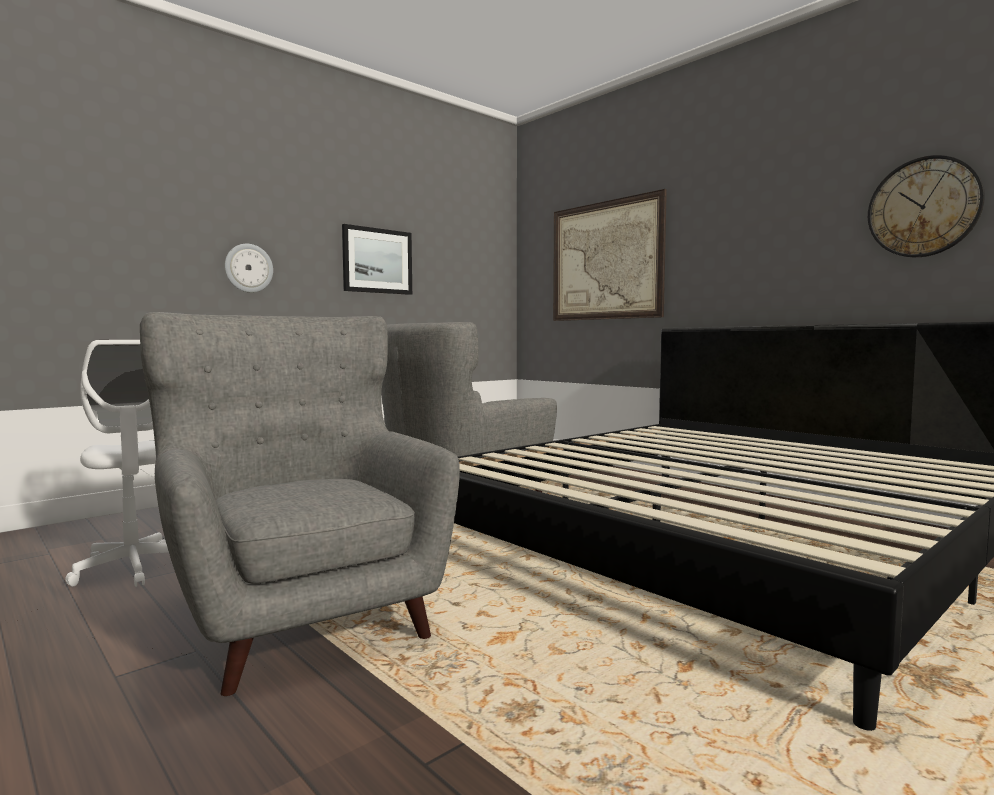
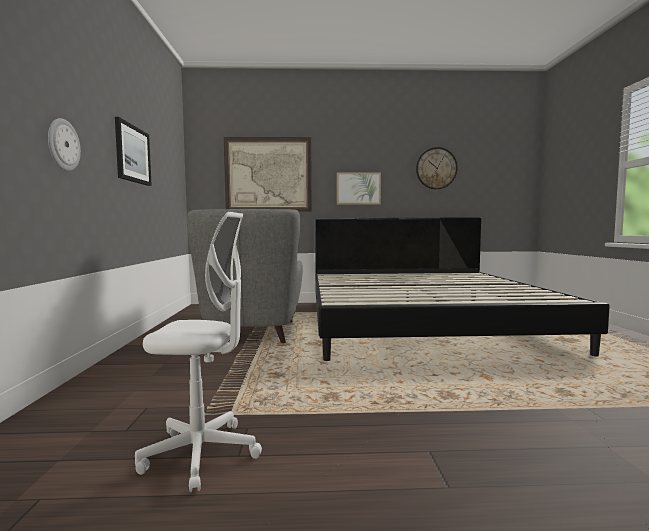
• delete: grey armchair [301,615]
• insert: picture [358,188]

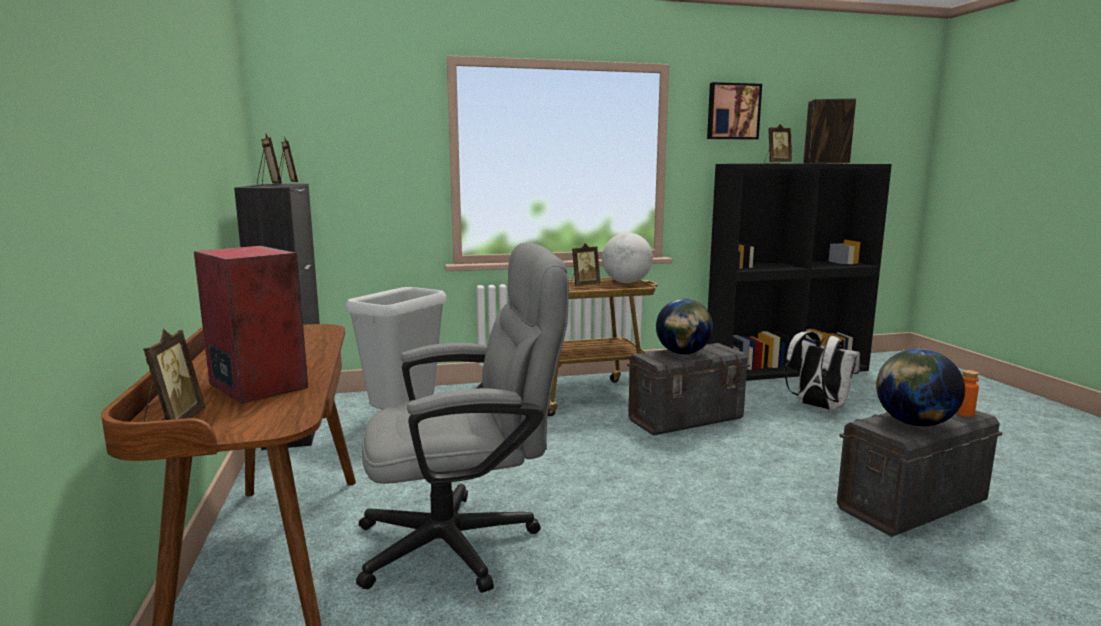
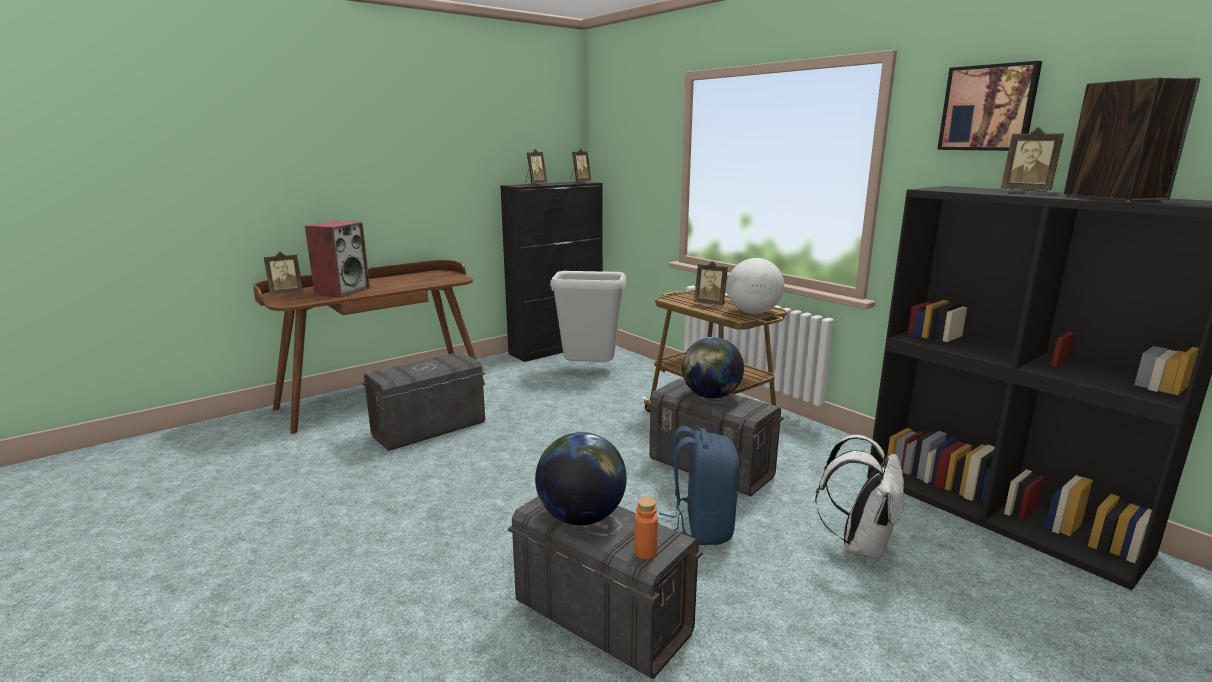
• replace: grey office chair [465,541] to grey storage box [428,429]
• insert: blue backpack [701,527]

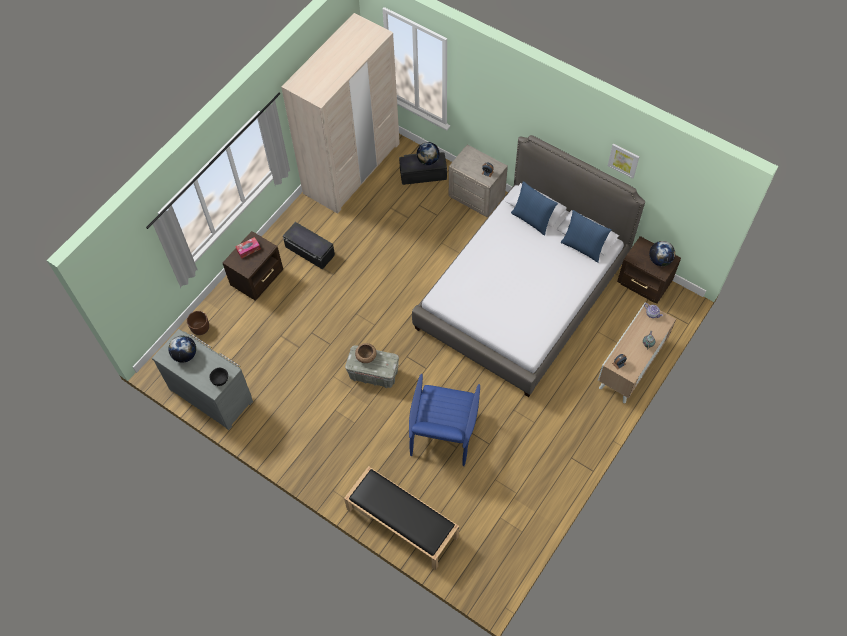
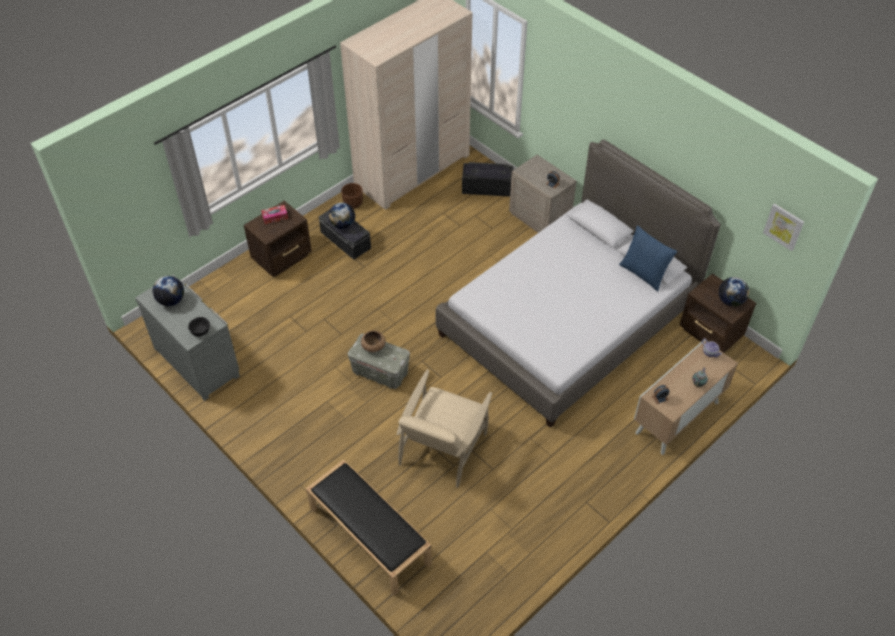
• move: globe [428,160] to [343,225]
• move: picture [623,160] to [783,226]
• delete: blue pillow [532,219]
• move: brown planter [200,328] to [353,203]
• recolor: blue armchair [443,431] to beige armchair [443,446]

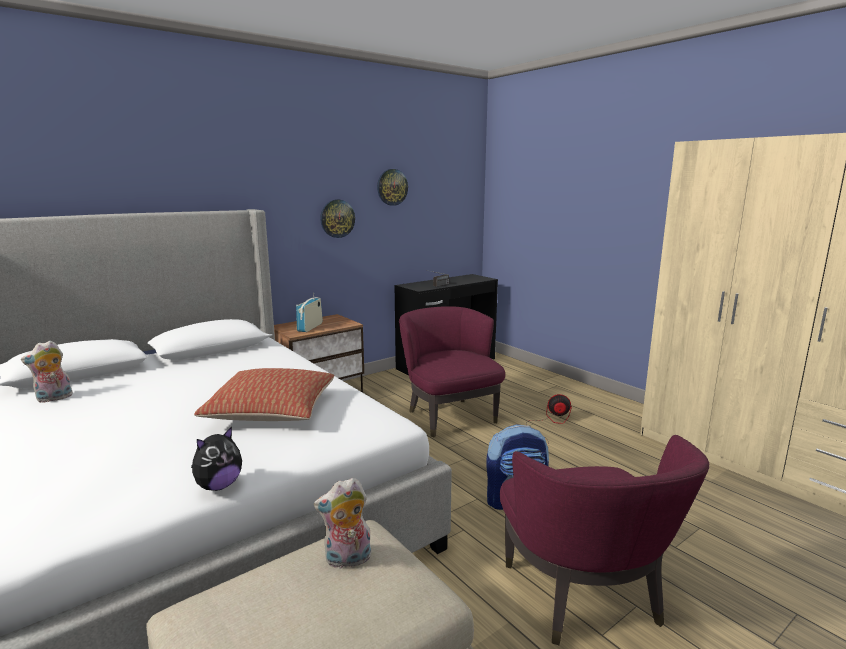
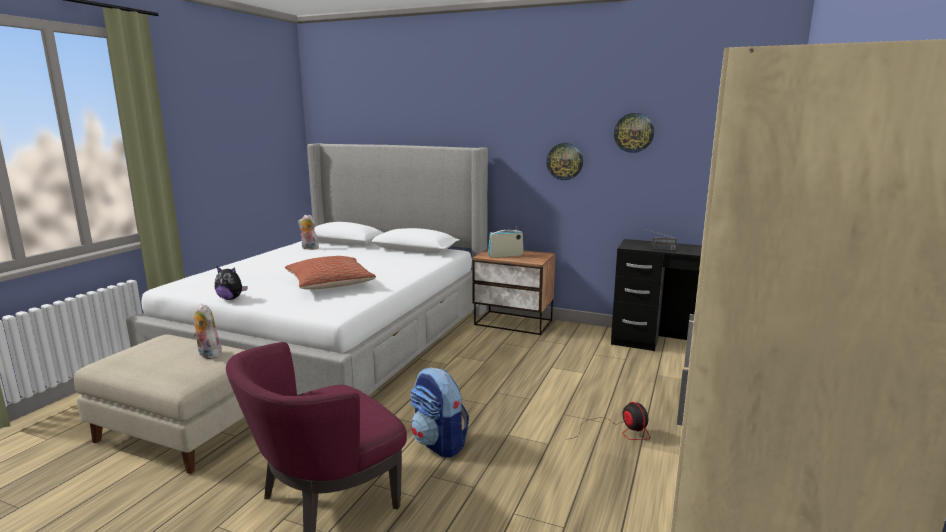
• delete: purple armchair [449,416]

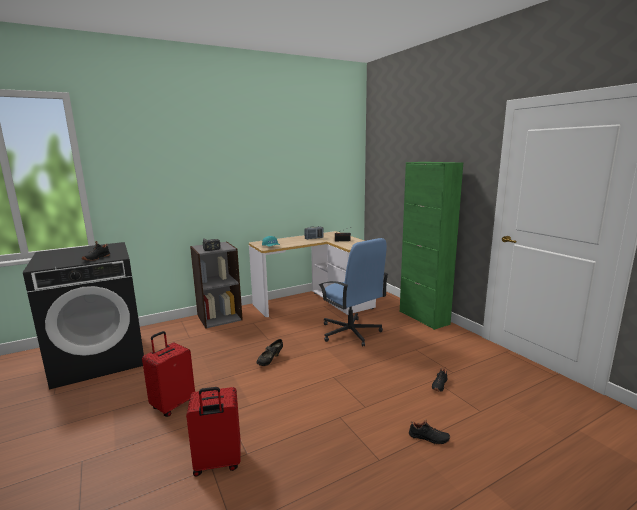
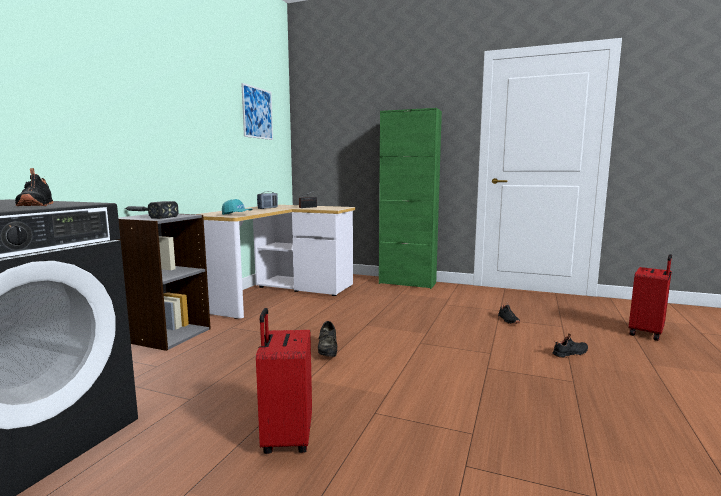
• delete: blue office chair [350,332]
• move: red suitcase [217,463] to [647,333]
• insert: picture [257,113]

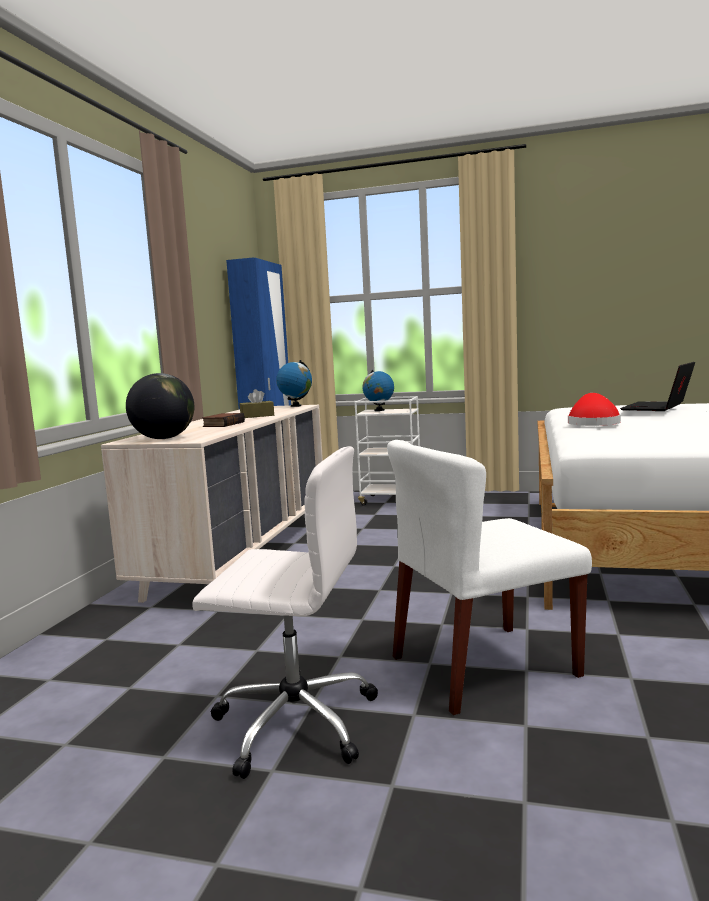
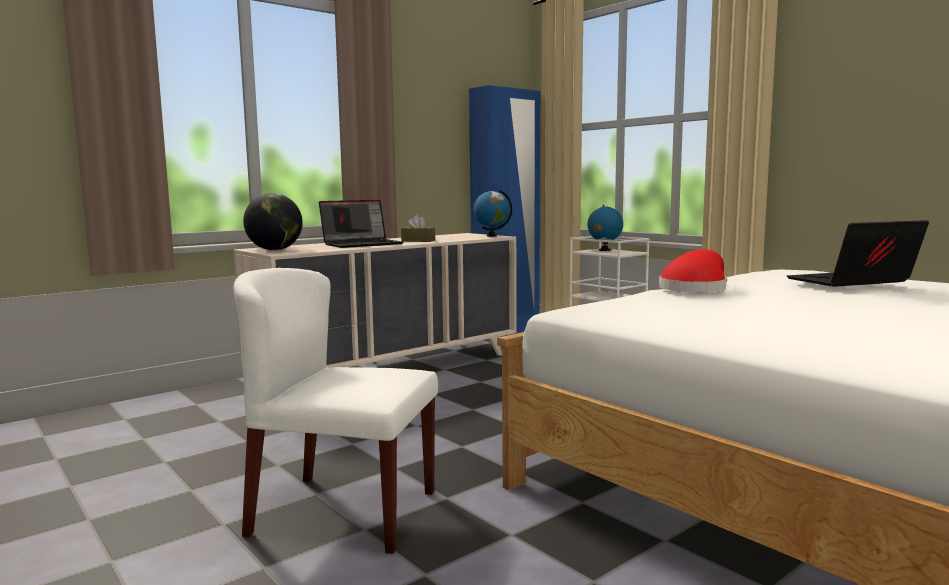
• replace: book [223,424] to laptop [362,244]
• delete: white office chair [293,722]

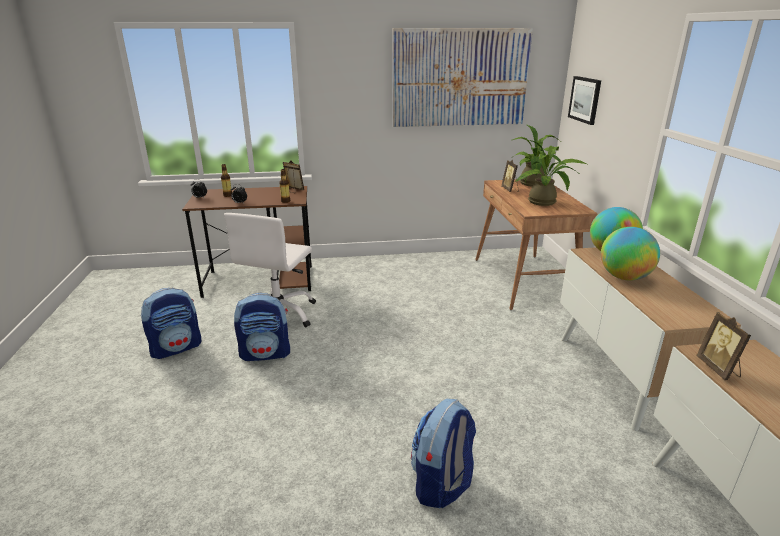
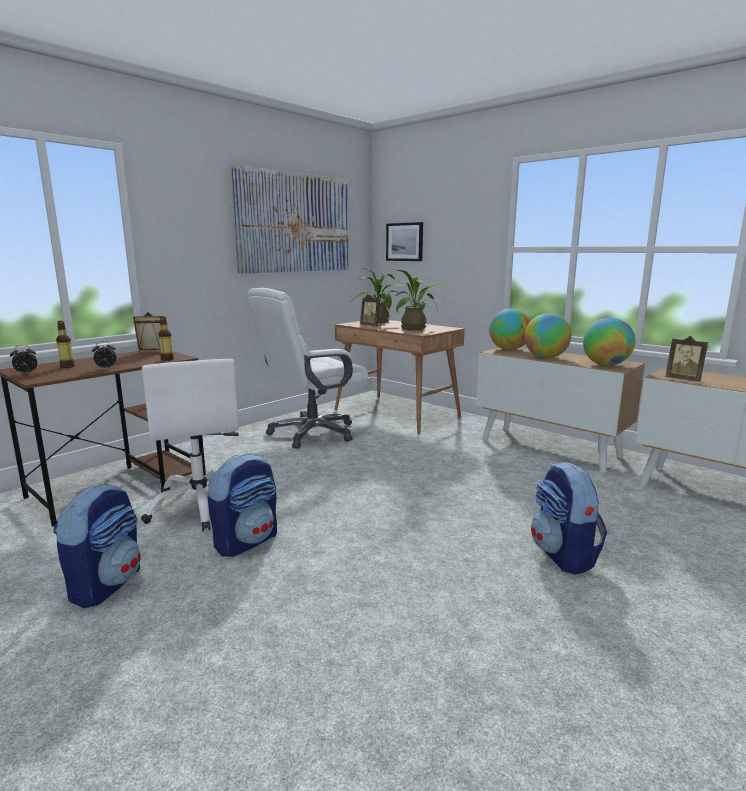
• insert: white office chair [312,433]
• insert: globe [605,365]

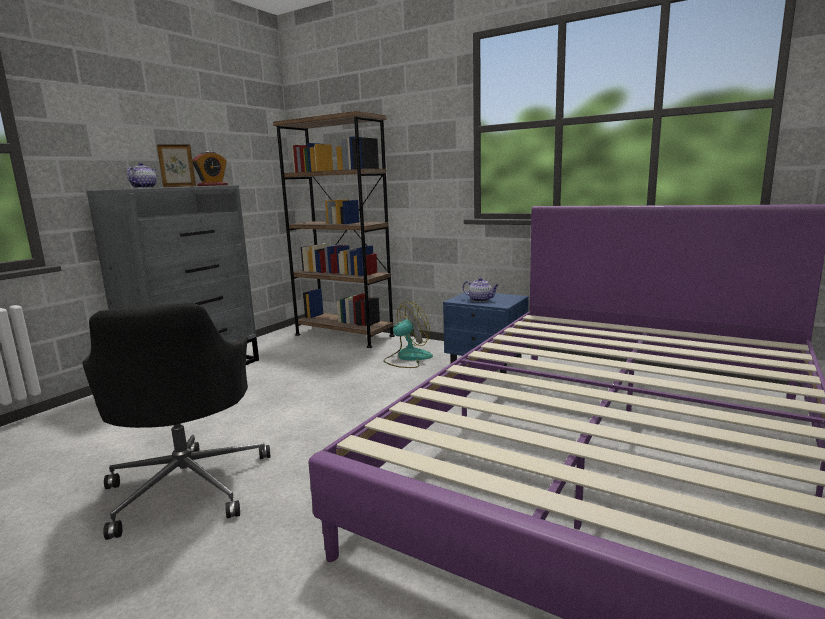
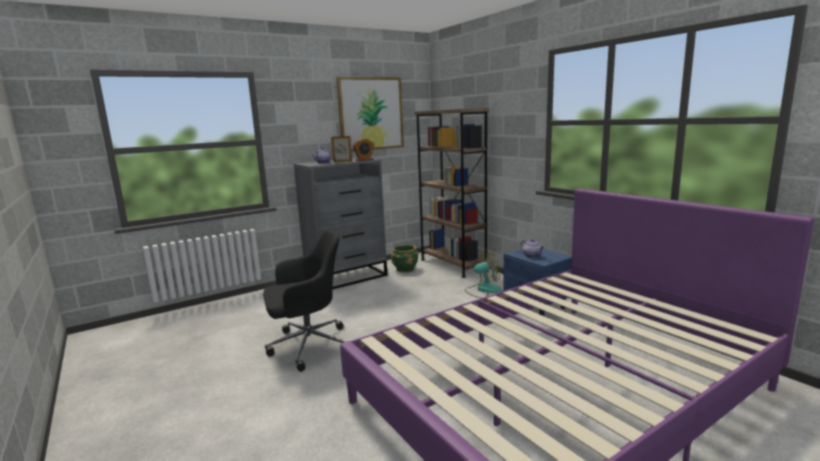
• rotate: black office chair [189,485] = [308,346] 120 degrees counterclockwise
• insert: picture [371,114]
• insert: green planter [405,269]

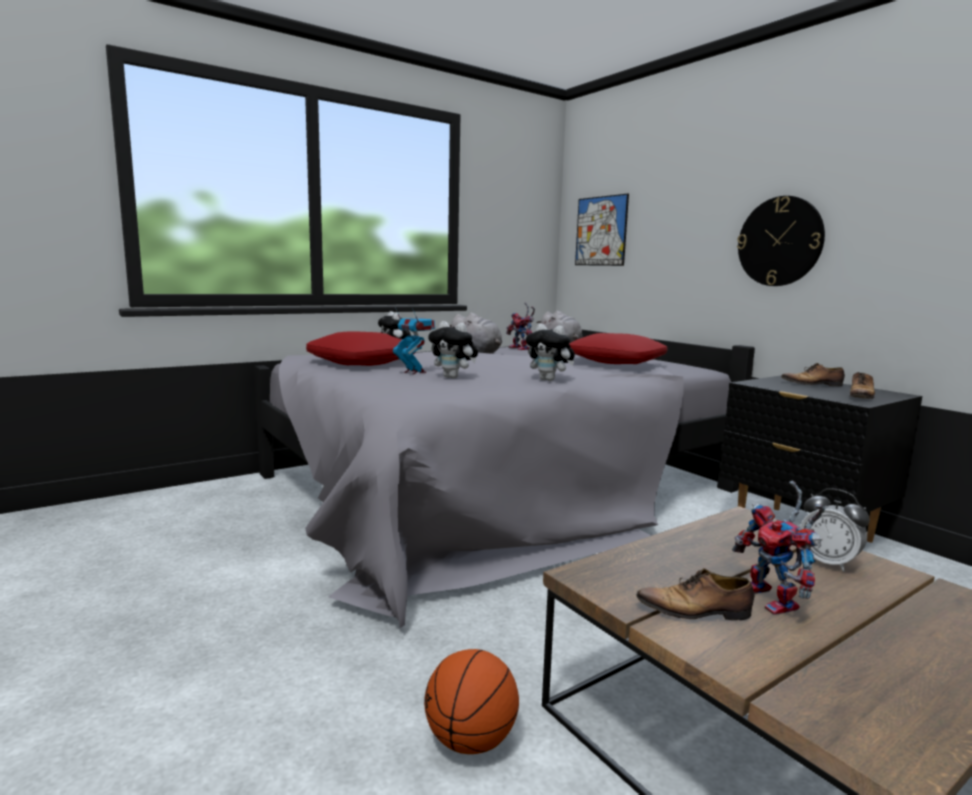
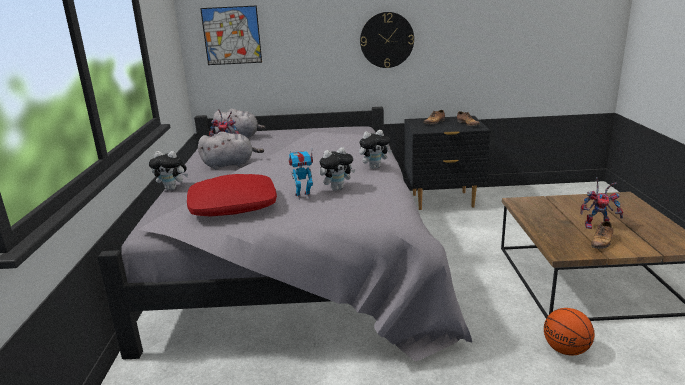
• delete: red pillow [617,361]
• delete: alarm clock [828,563]

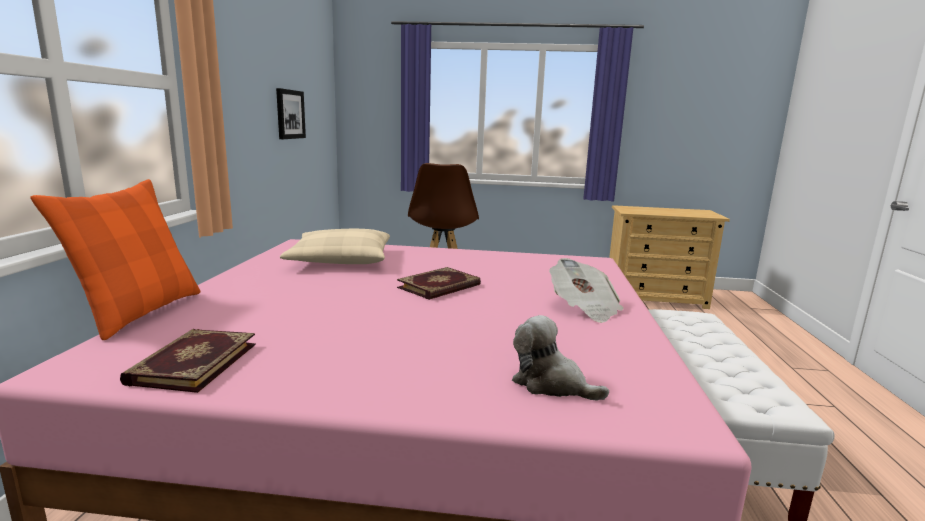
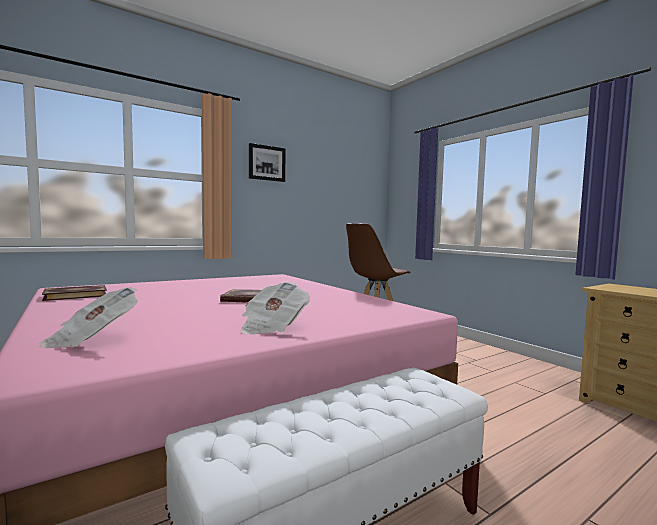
• move: picture [289,114] to [266,163]
• delete: orange pillow [139,312]
• delete: beige pillow [340,259]
• replace: plush toy [551,384] to newspaper [92,339]

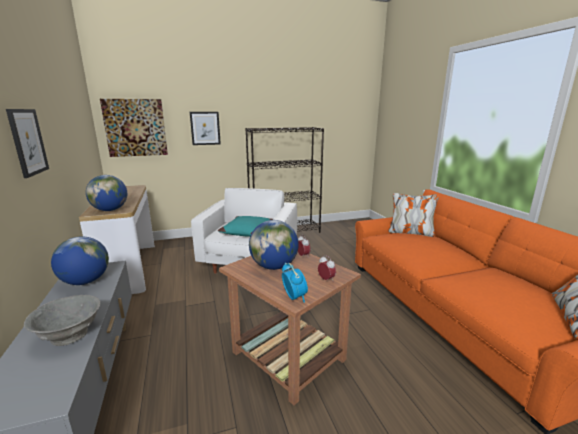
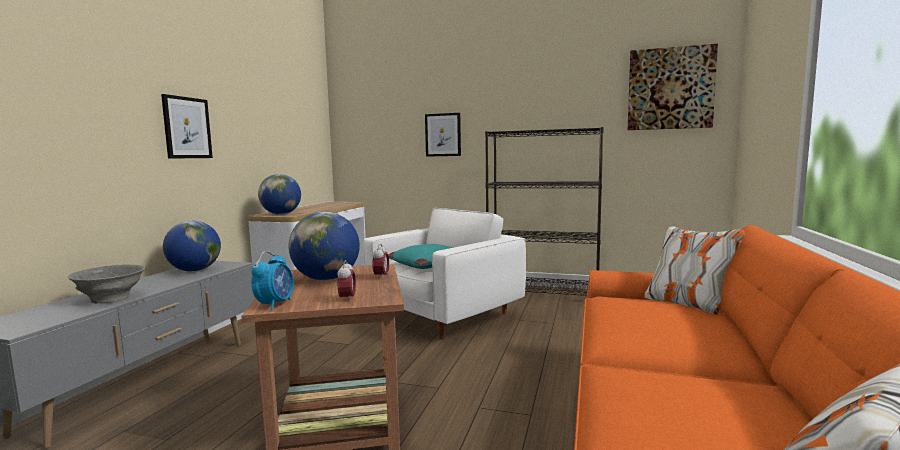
• move: picture [135,128] to [670,89]

